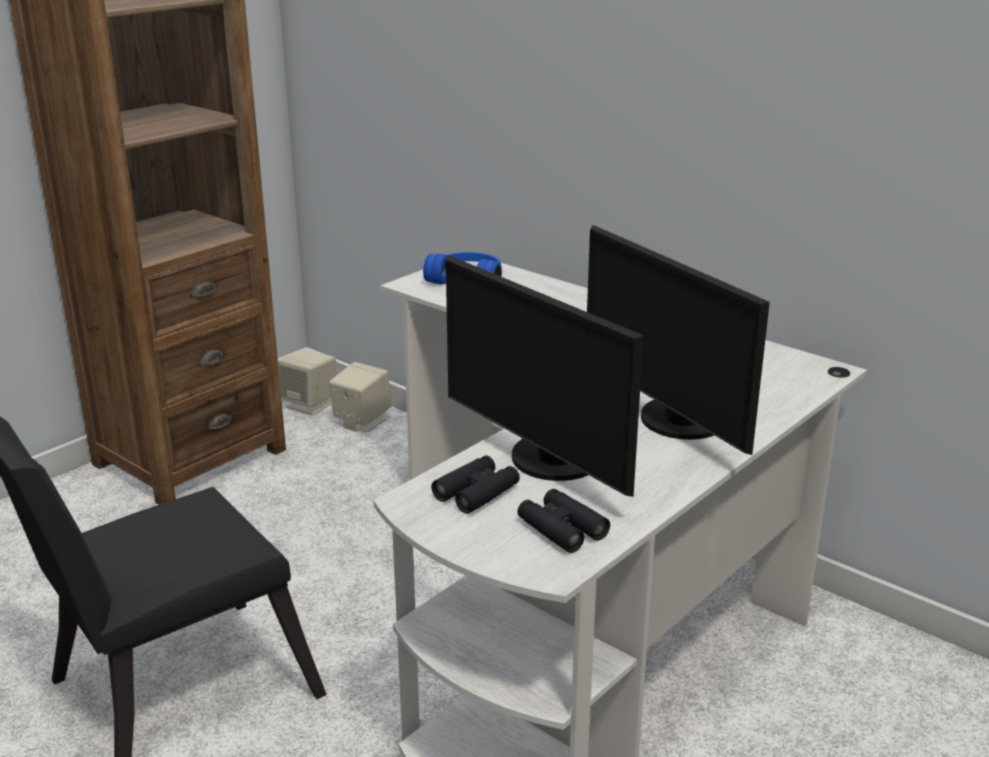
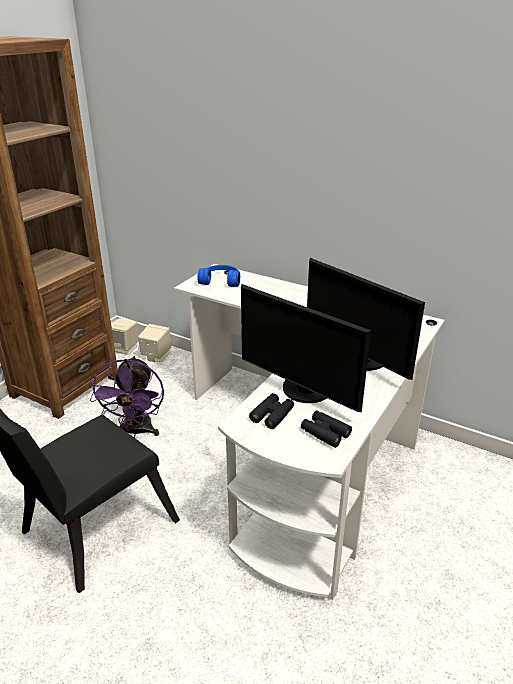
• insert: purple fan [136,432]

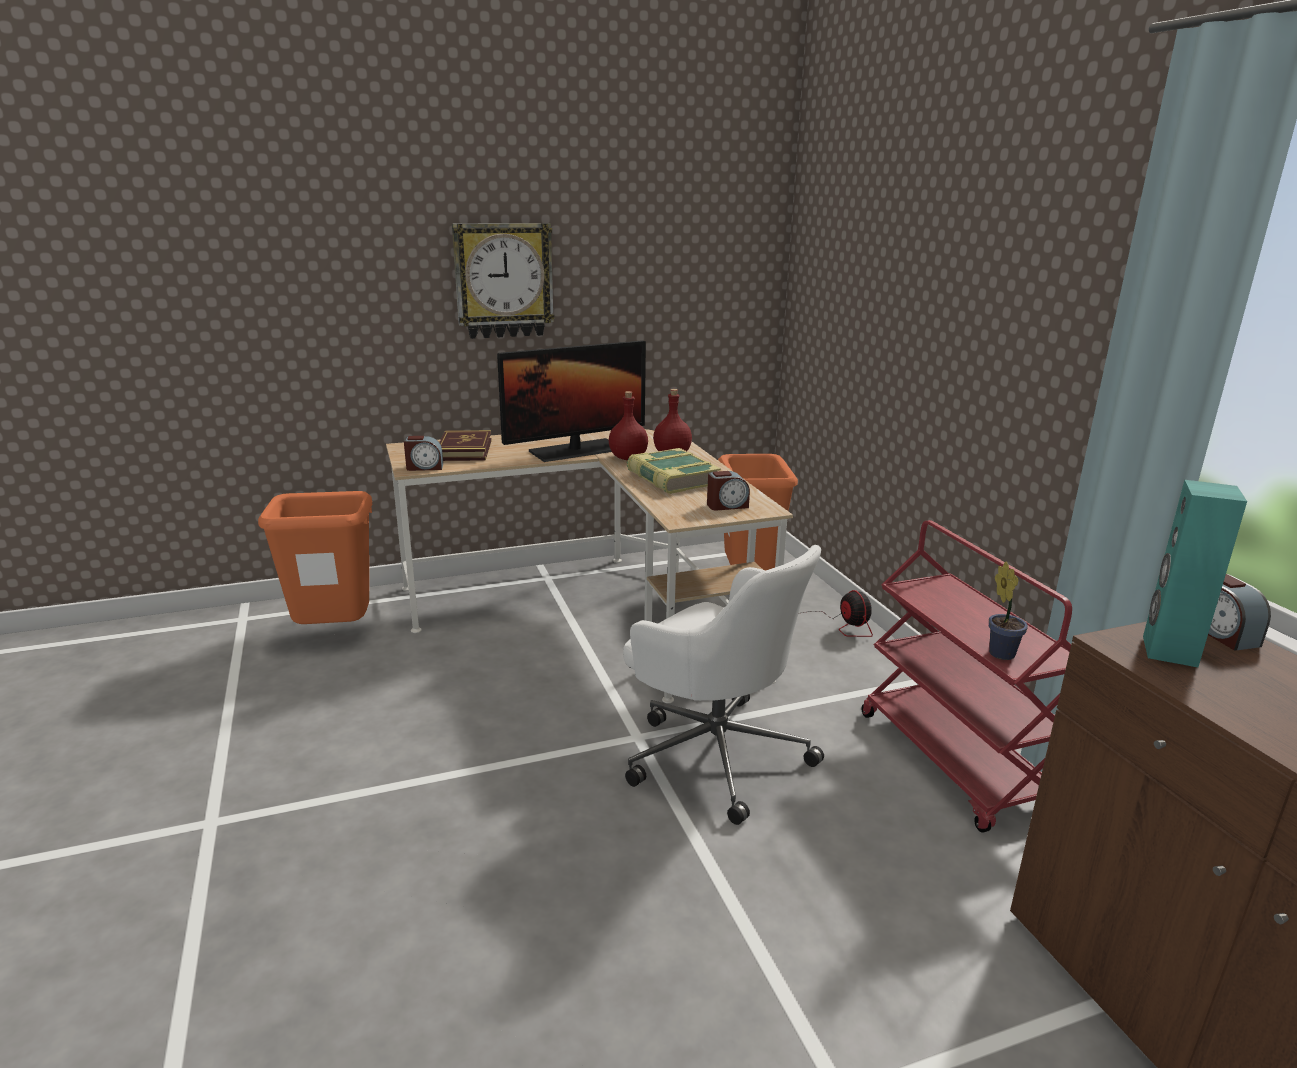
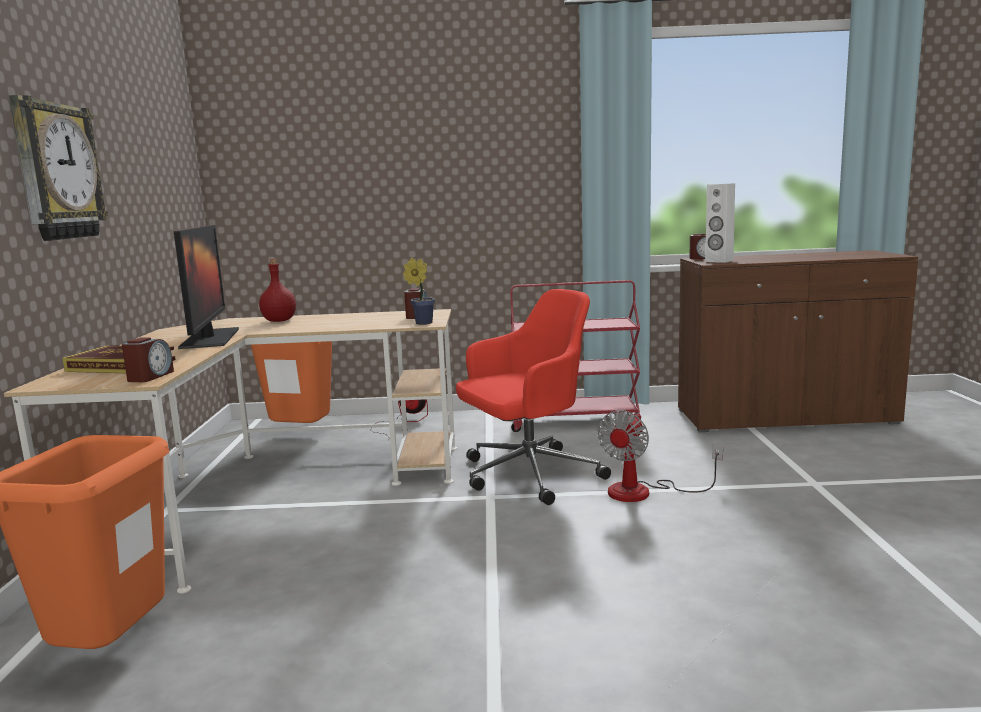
• delete: red bottle [627,458]
• delete: book [671,479]
• recolor: turquoise speaker [1168,651] to white speaker [719,261]
• recolor: white office chair [715,753] to red office chair [527,475]
• move: potted plant [1000,652] to [421,323]
• insert: fan [644,492]

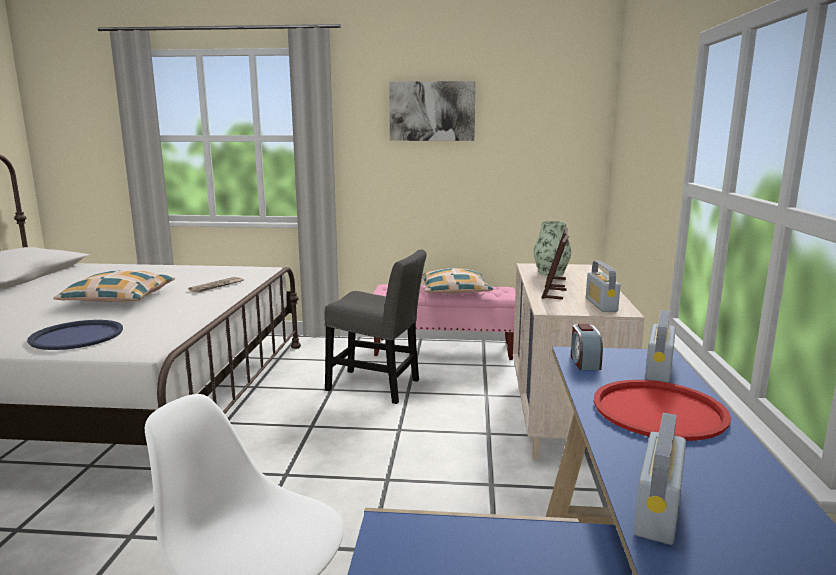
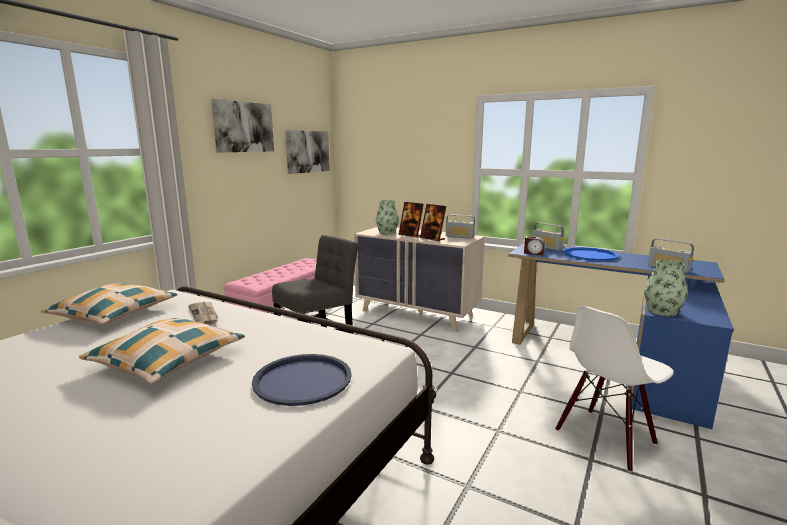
• move: pillow [454,291] to [114,313]
• recolor: red tray [659,411] to blue tray [590,255]
• insert: picture [307,151]
• insert: vase [662,311]

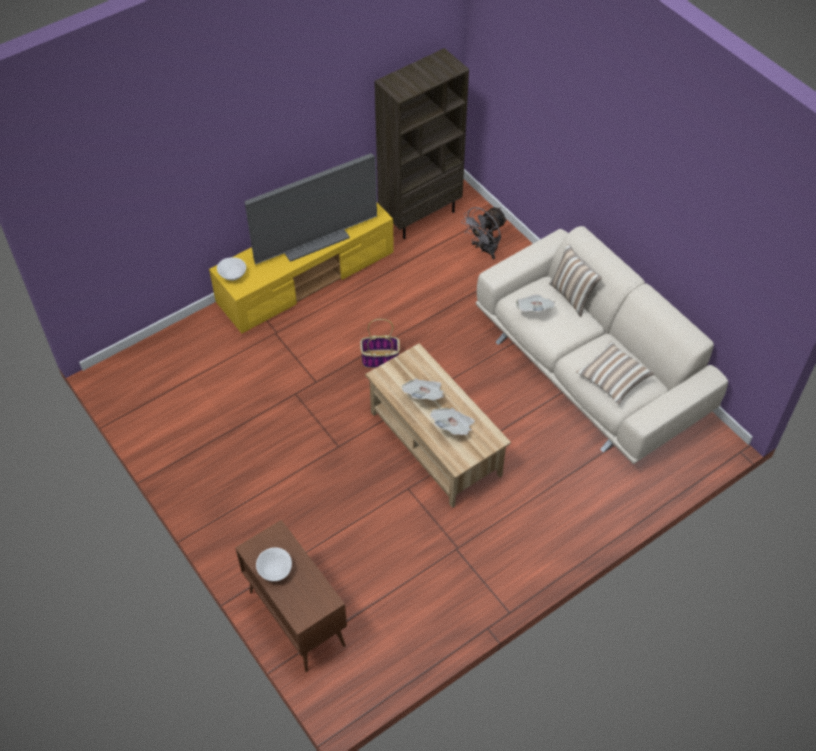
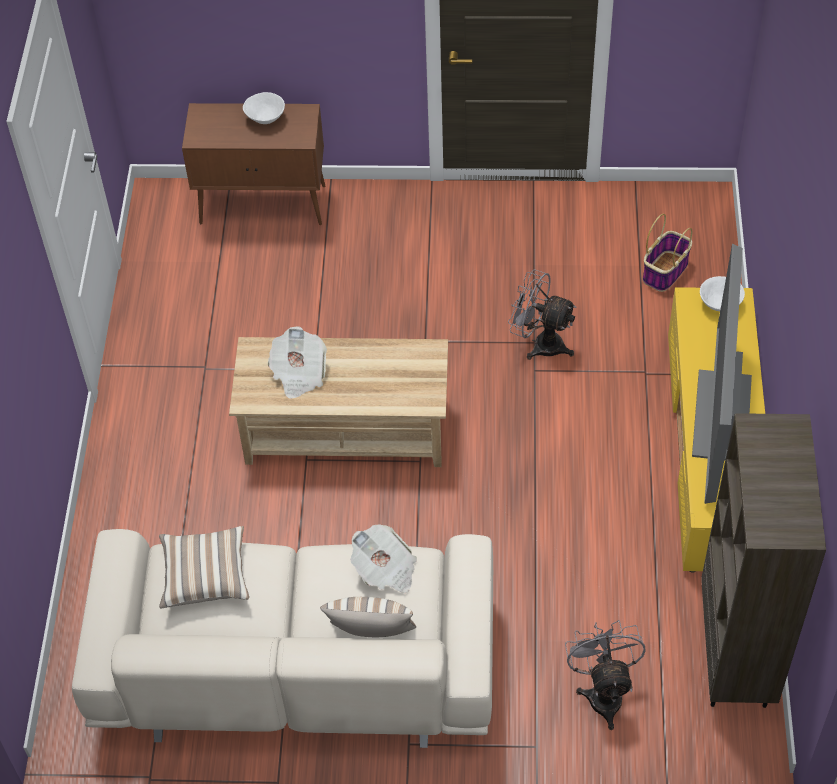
• move: basket [379,359] to [665,271]
• delete: newspaper [424,396]
• insert: grey fan [540,343]

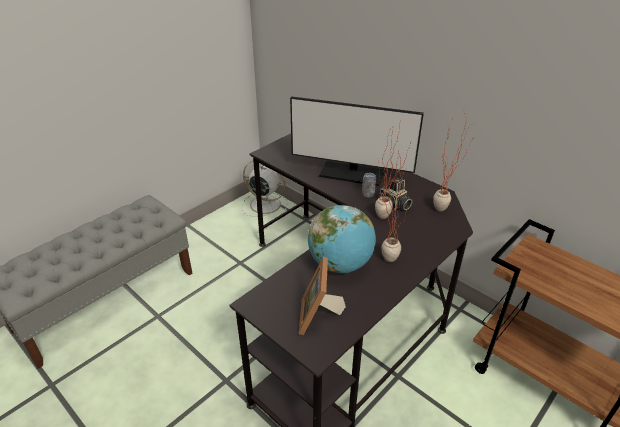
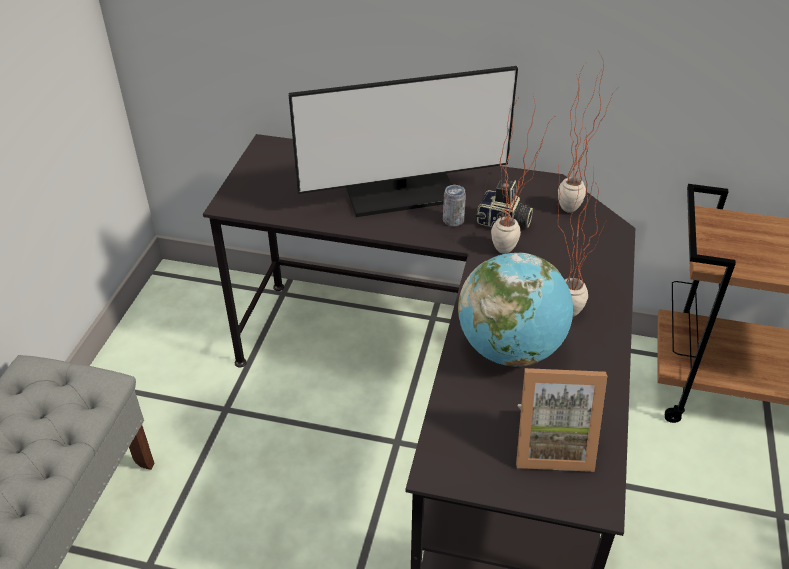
• delete: white fan [264,204]
• rotate: picture frame [319,317] = [552,445] 60 degrees counterclockwise

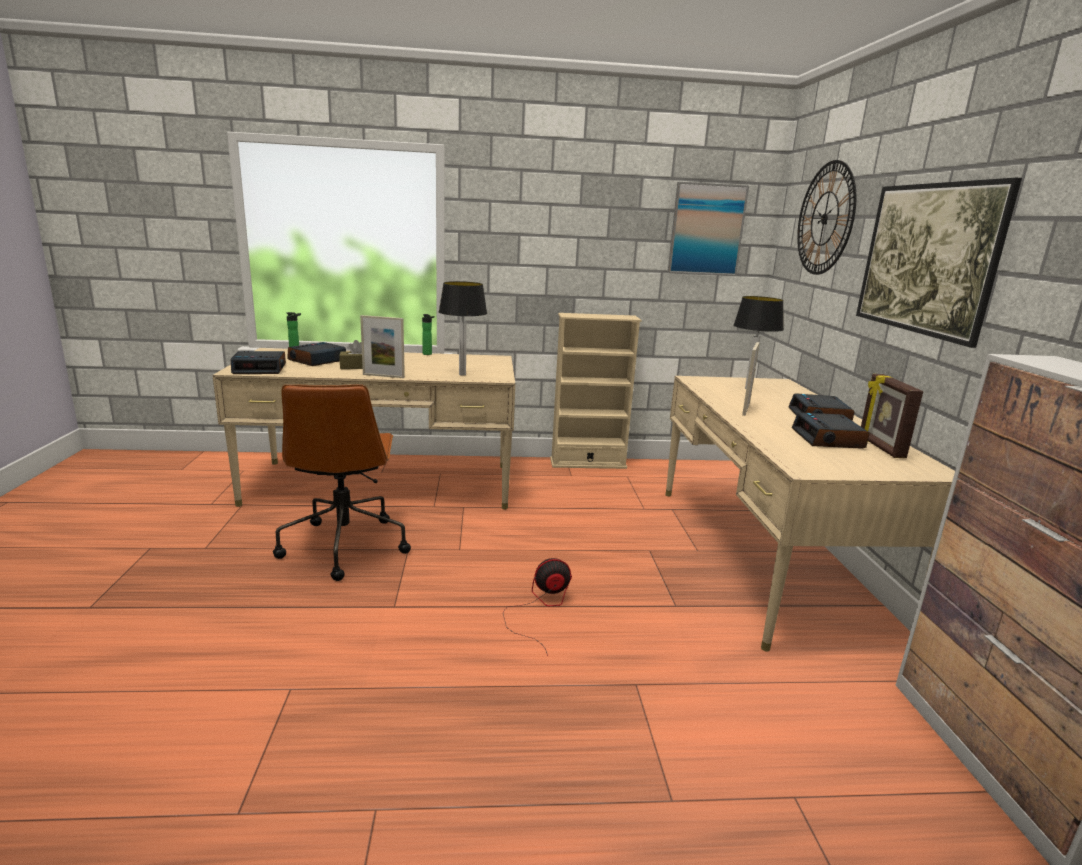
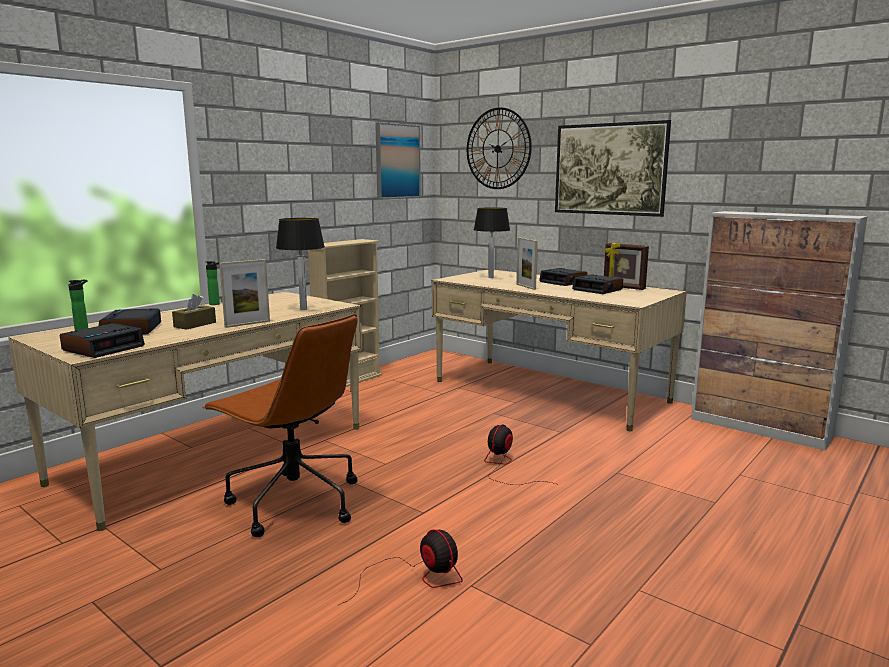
• insert: fan [416,577]

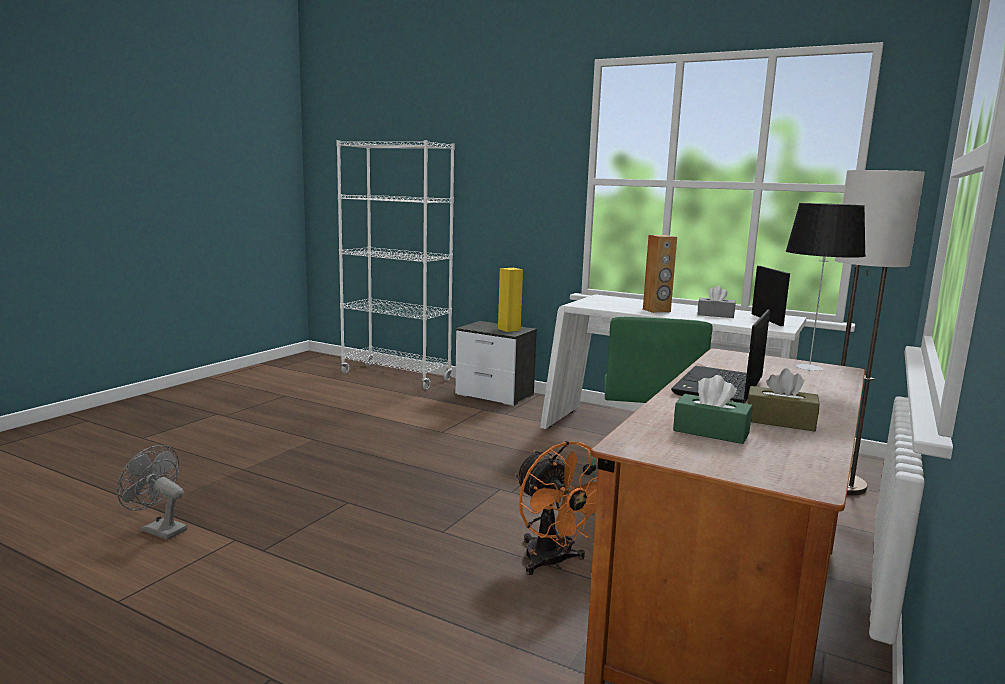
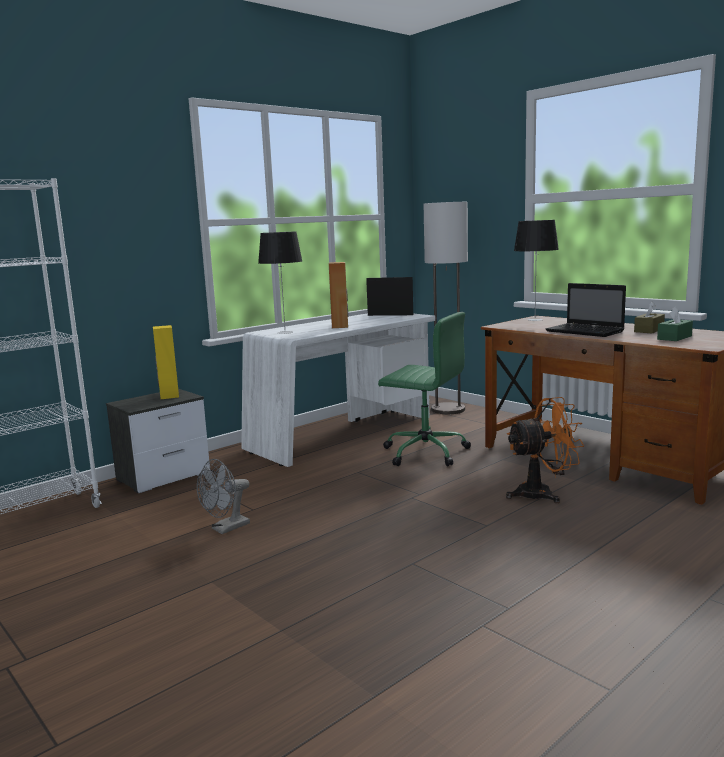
• delete: grey tissue box [715,315]
• move: grey fan [158,529] to [226,528]
• insert: table lamp [284,332]

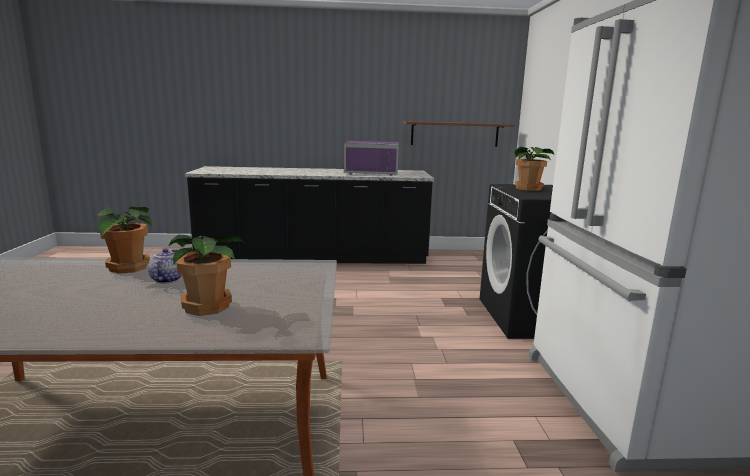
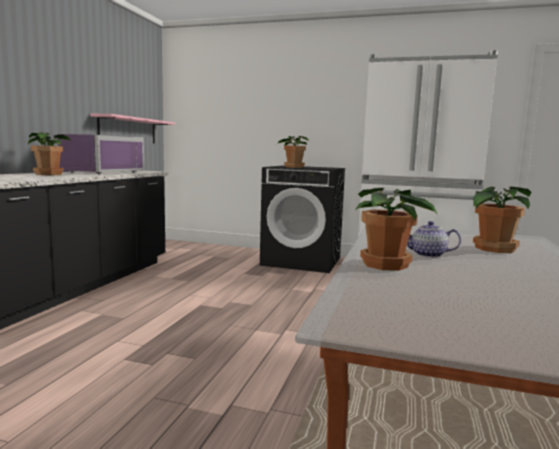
• recolor: brown shelf [454,134] to pink shelf [128,130]
• insert: potted plant [49,174]

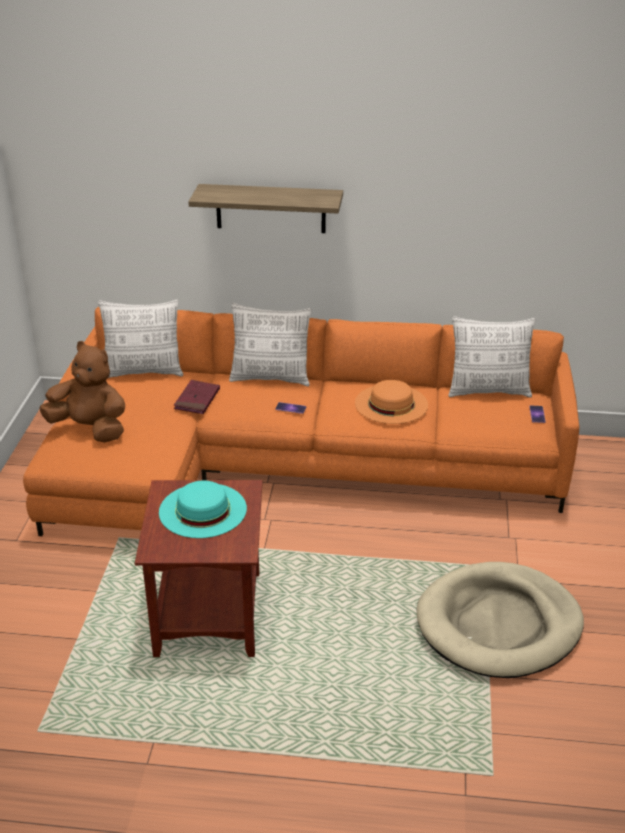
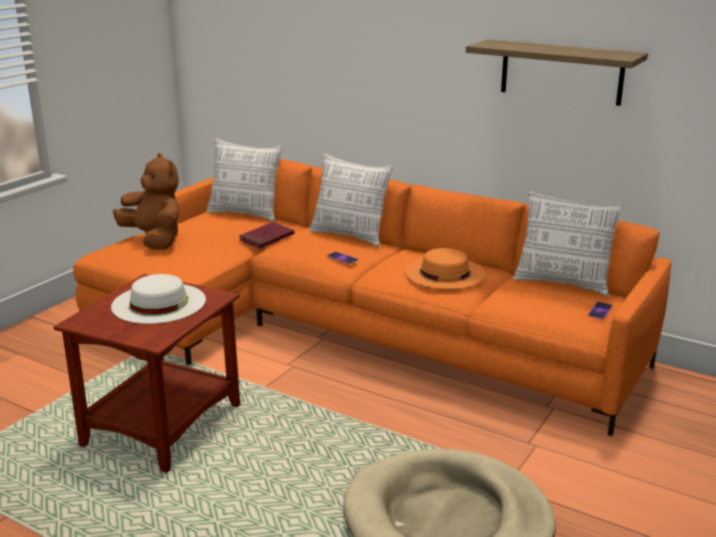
• move: shelf [270,208] to [561,72]
• recolor: turquoise hat [203,510] to white hat [159,303]

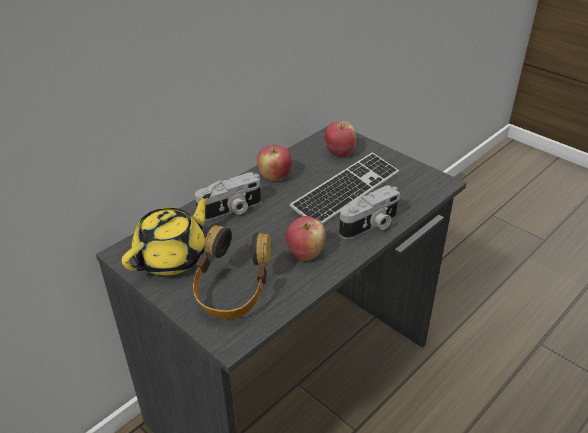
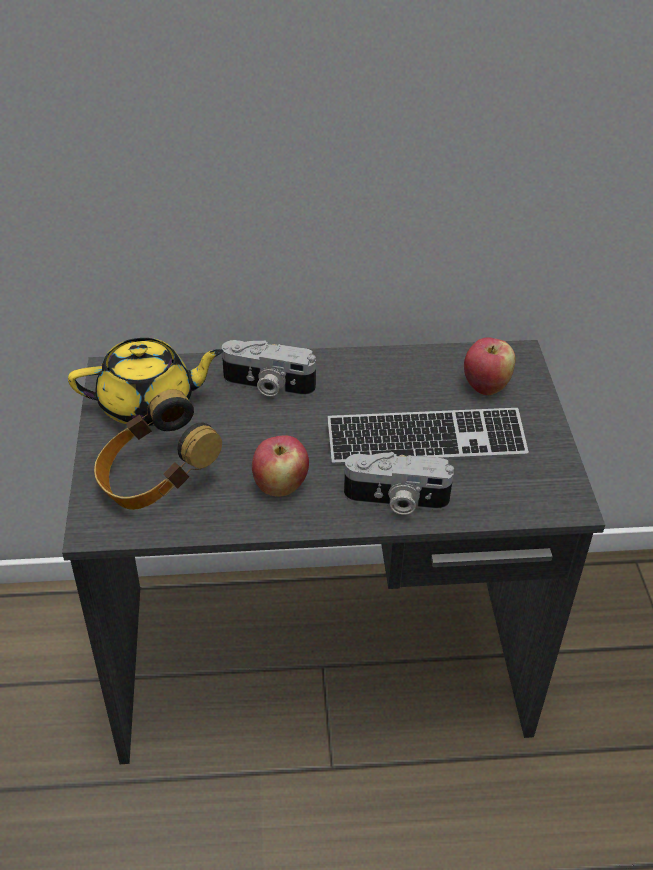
• delete: apple [274,177]

